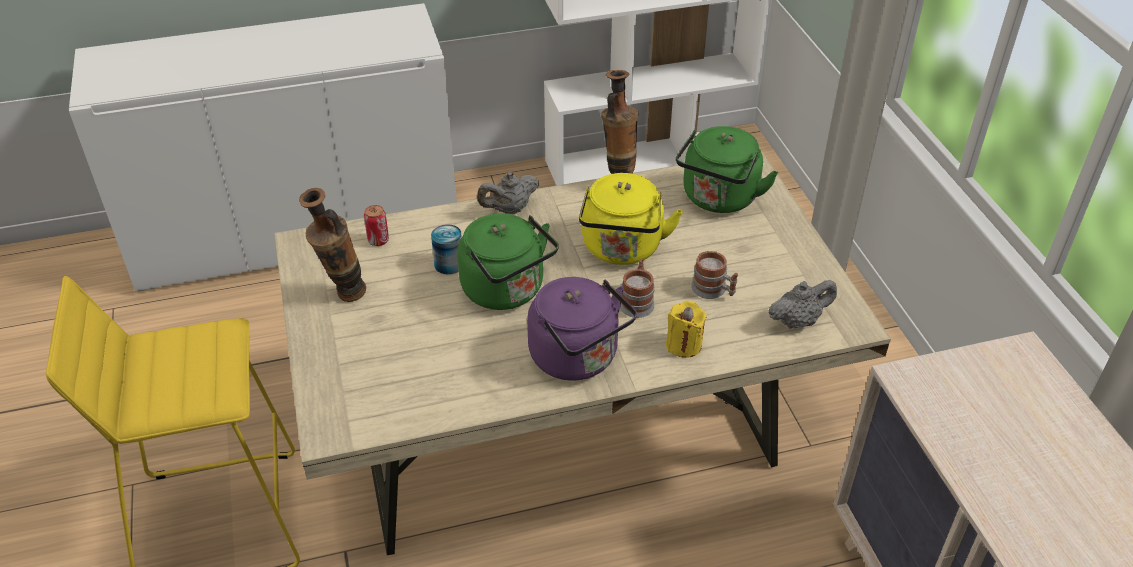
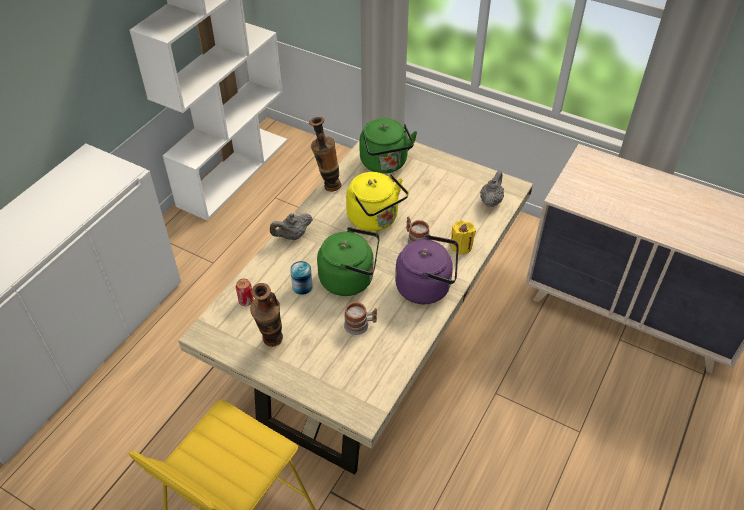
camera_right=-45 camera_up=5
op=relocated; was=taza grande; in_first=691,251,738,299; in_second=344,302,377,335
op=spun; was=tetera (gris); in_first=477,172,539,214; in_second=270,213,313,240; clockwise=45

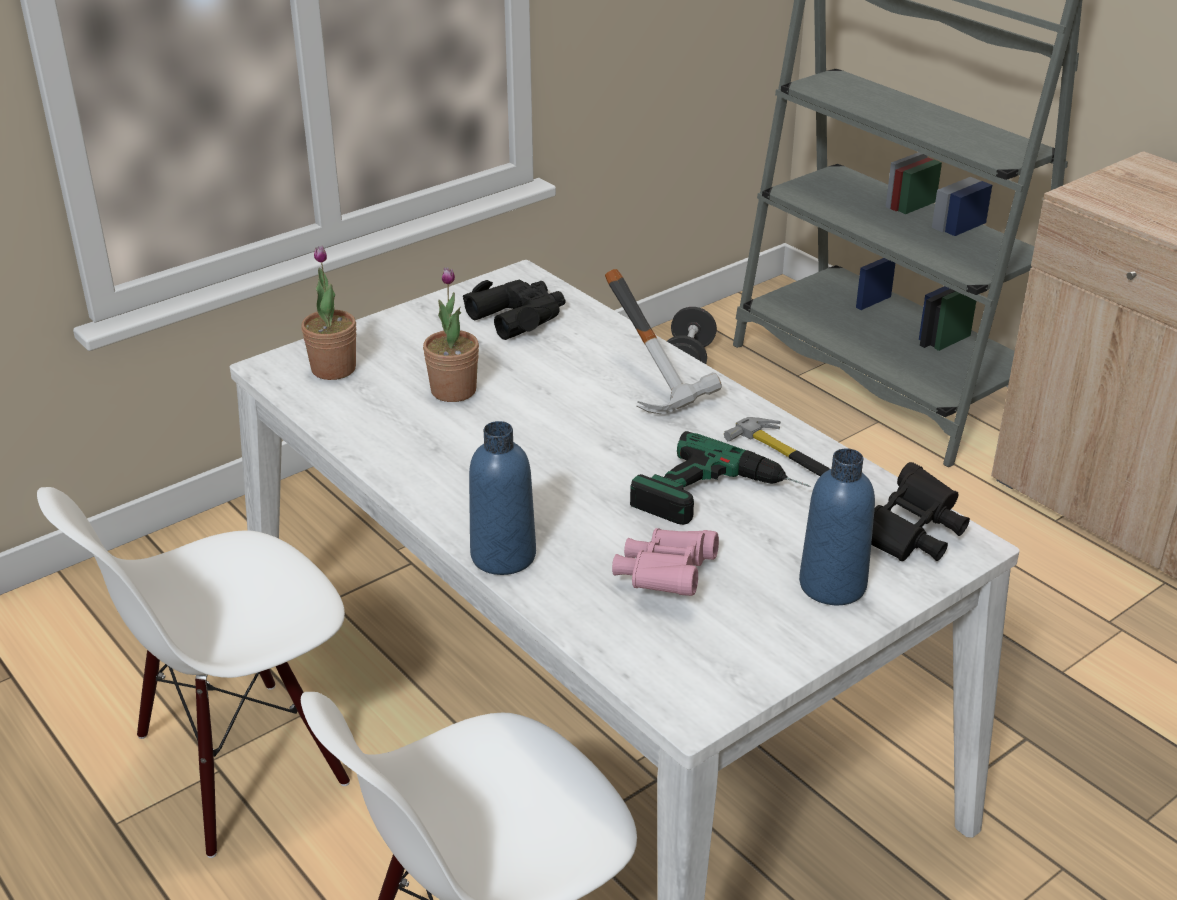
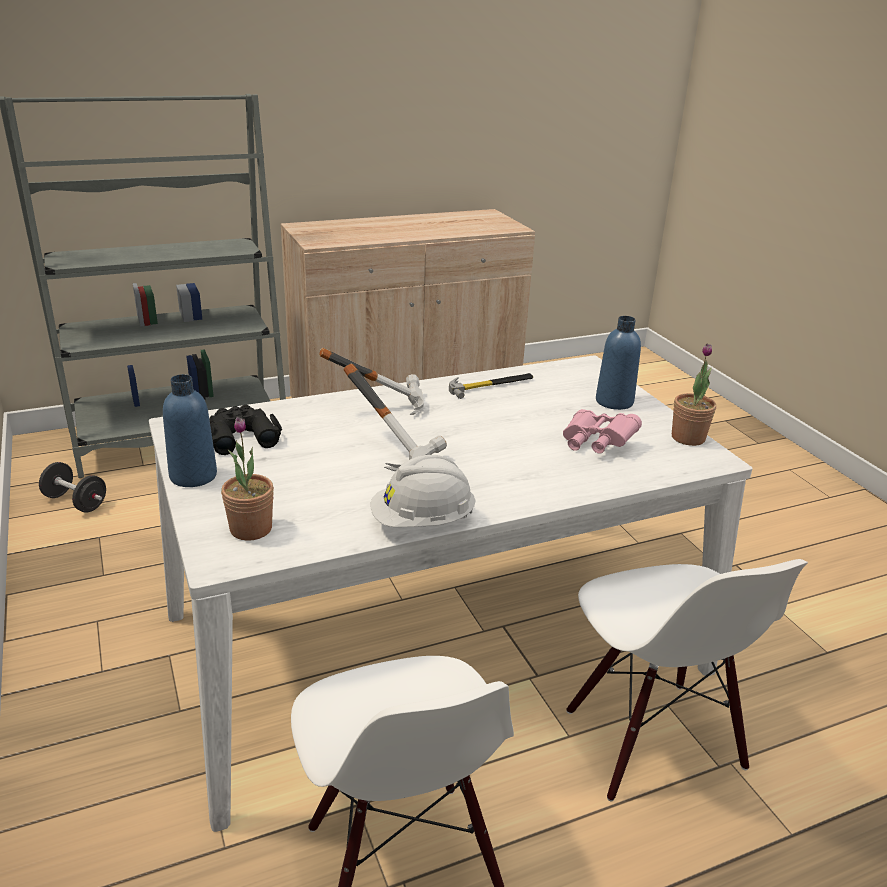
camera_right=-75 camera_up=-5
op=missing; was=taladro; in_first=630,431,810,525
op=missing; was=prismáticos (negro); in_first=871,462,970,561
op=appeared; now=martillo; in_second=343,364,447,471
op=appeared; now=casco (blanco); in_second=371,455,476,527
op=relocated; was=planta en maceta; in_first=423,267,479,402; in_second=672,344,716,446
op=relocated; was=botella (azul); in_first=469,421,536,575; in_second=163,374,217,487

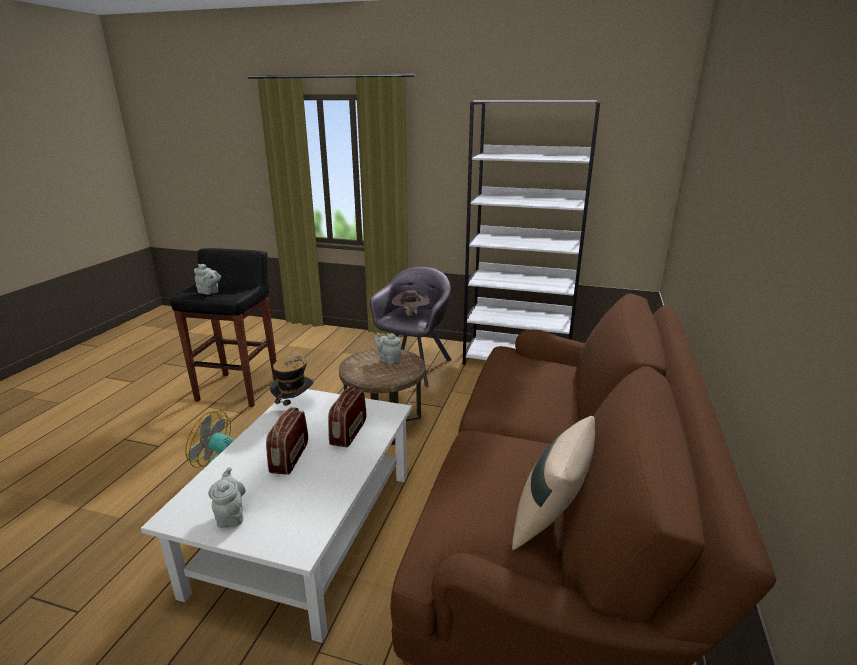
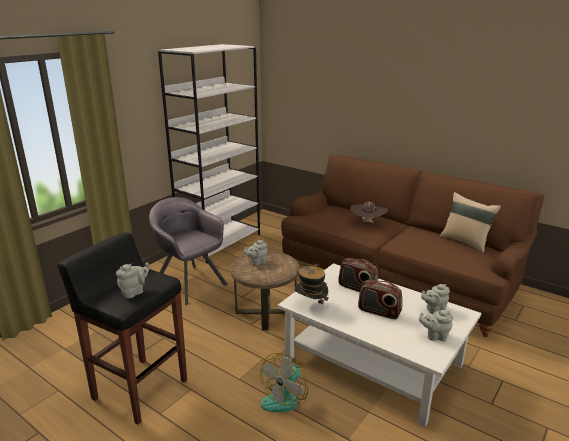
camera_right=-70 camera_up=0
op=appeared; now=tetera (gris); in_second=421,284,450,314
op=relocated; was=sombrero (marrón); in_first=392,290,430,316; in_second=351,202,388,223

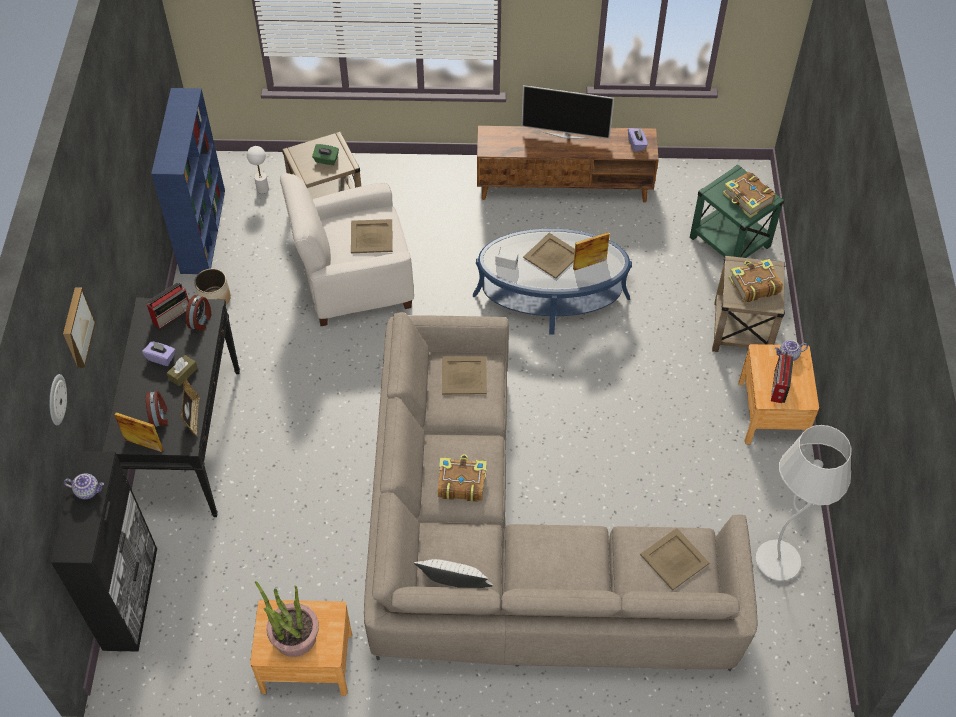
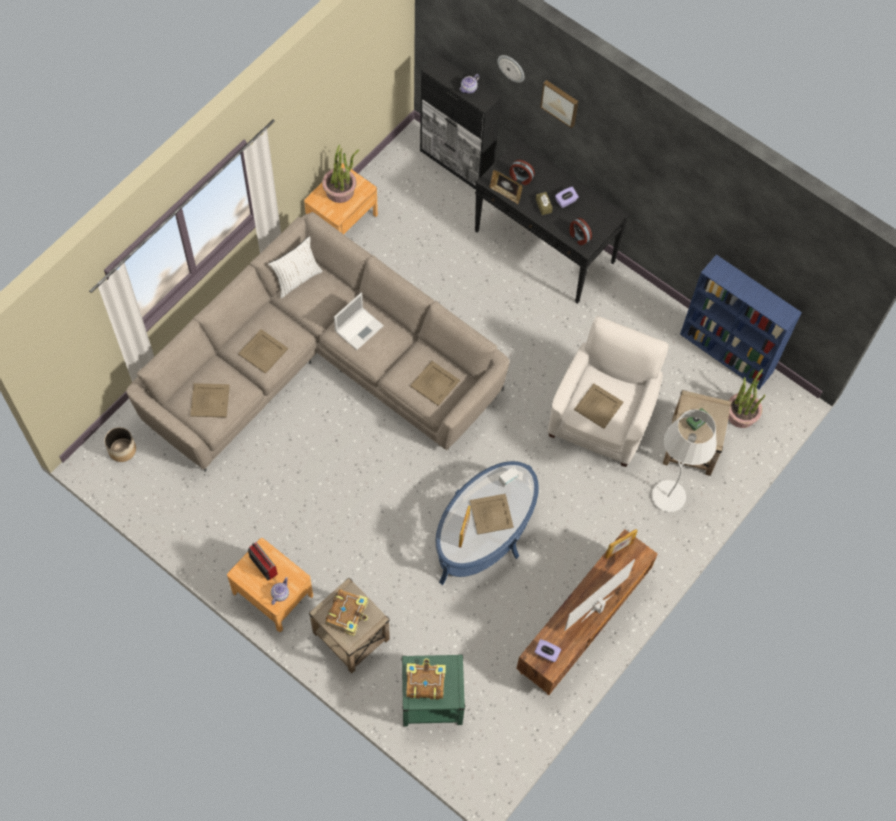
camera_right=125 camera_up=10
op=missing; was=radio; in_first=146,283,189,329
op=appeared; now=bandeja (beis); in_second=238,329,288,374
op=relocated; was=portarretratos; in_first=115,412,163,452; in_second=605,529,637,559
op=relocated; was=maceta; in_first=194,268,231,305; in_second=104,427,136,462
op=relocated; was=lámpara de pie (blanco); in_first=756,425,851,581; in_second=652,409,717,512
op=exchanged; was=lámpara de mesa (blanco); now=planta en maceta; in_first=247,146,269,194; in_second=728,369,765,428
op=exchanged; was=libro; now=portátil; in_first=438,454,487,502; in_second=334,293,384,350

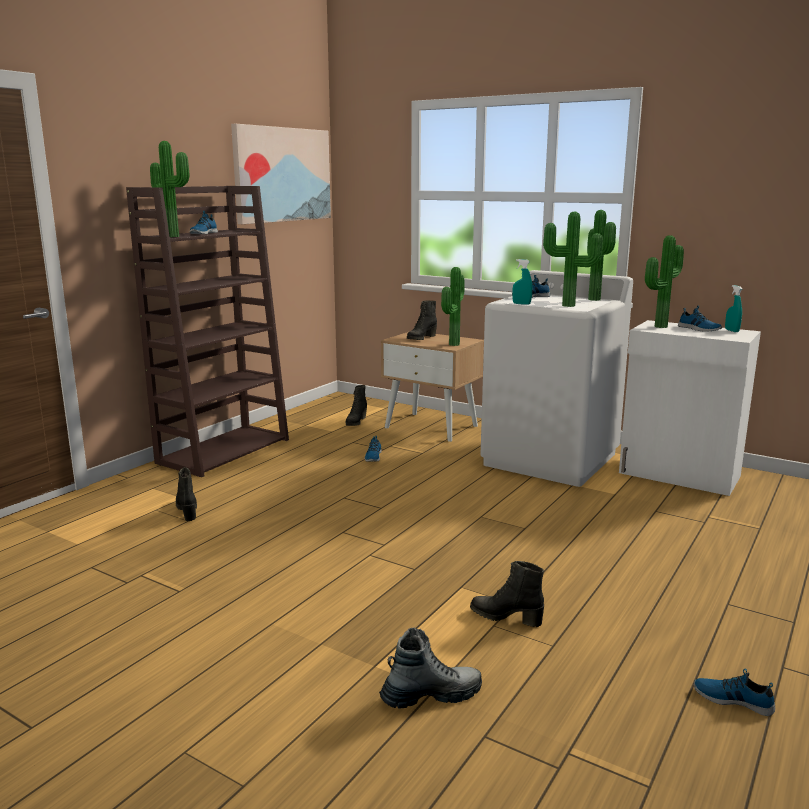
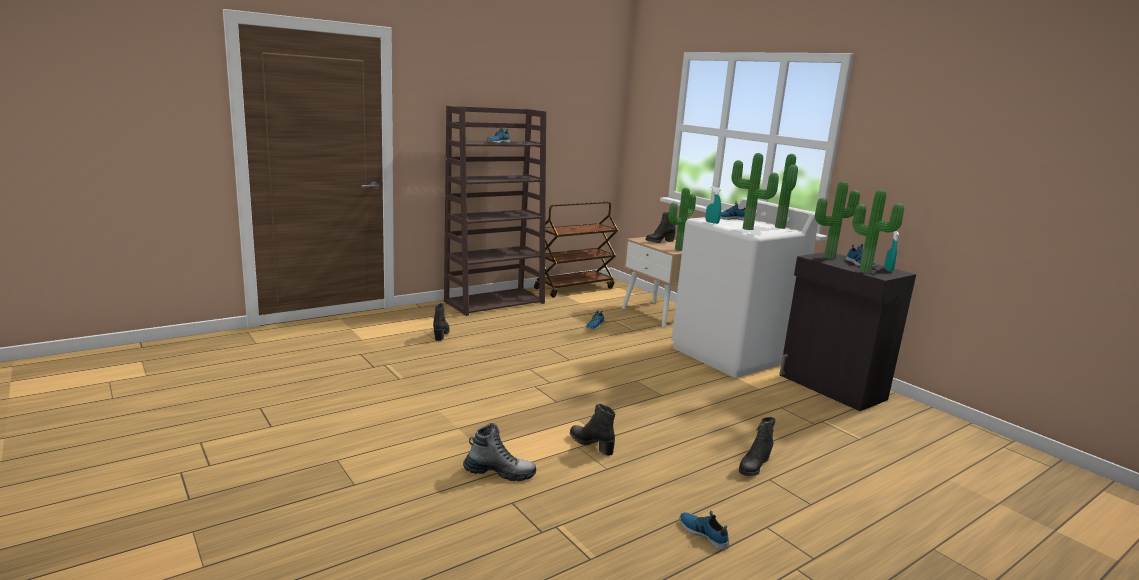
camera_right=20 camera_up=0
op=missing; was=cuadro; in_first=231,124,331,224
op=appeared; now=carrito (marrón); in_second=534,202,618,297
op=relocated; was=planta en maceta; in_first=150,141,190,237; in_second=852,190,904,273
op=relocated; was=bota (negro); in_first=346,385,367,426; in_second=739,417,776,476
op=colour; was=armario (blanco); now=armario (negro); in_first=619,320,761,496; in_second=779,252,916,411

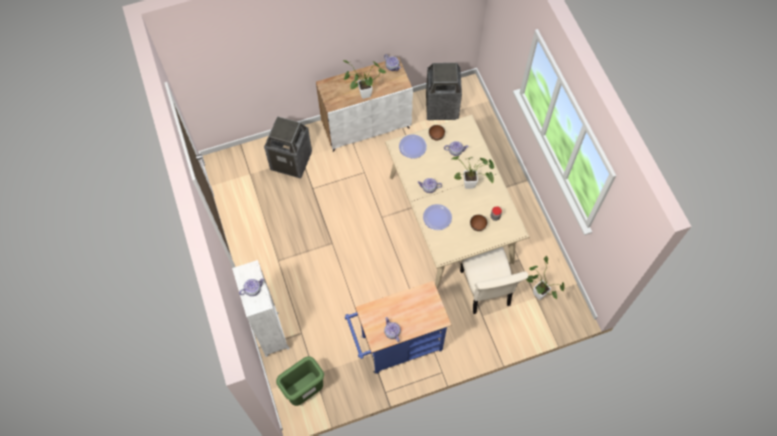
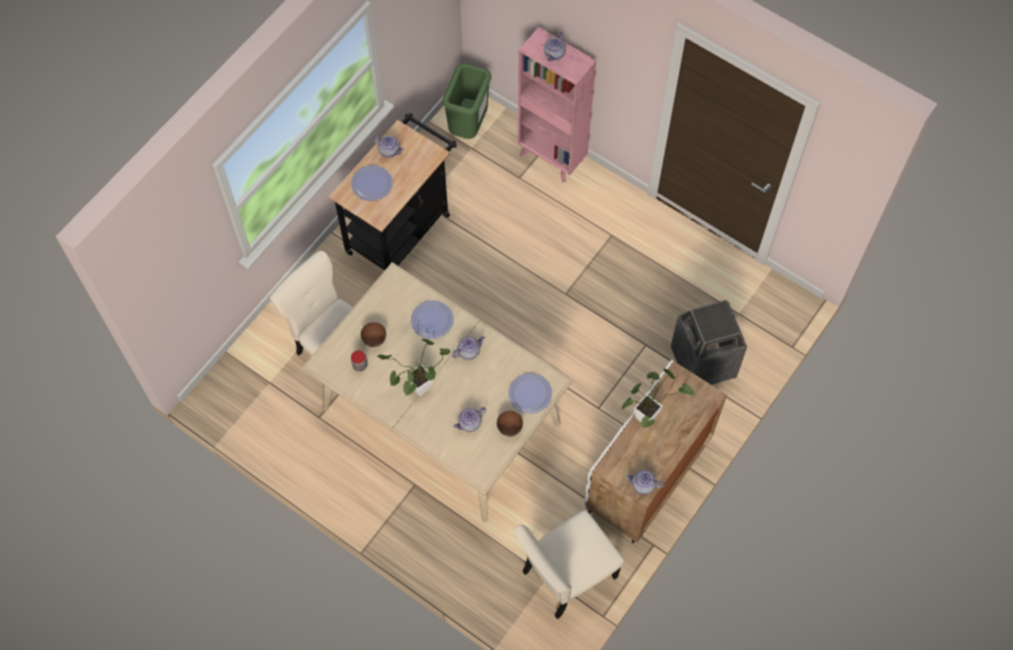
camera_right=145 camera_up=0
op=missing; was=planta en maceta; in_first=526,256,565,300
op=appeared; now=plato; in_second=351,165,393,201
op=exchanged; was=papelera; now=silla (beis); in_first=426,63,462,120; in_second=514,509,624,619
op=colour; was=estantería (blanco); now=estantería (rosa); in_first=232,260,290,357; in_second=517,27,596,182
op=colour; was=carrito (azul); now=carrito (negro); in_first=345,281,451,374; in_second=329,113,457,270

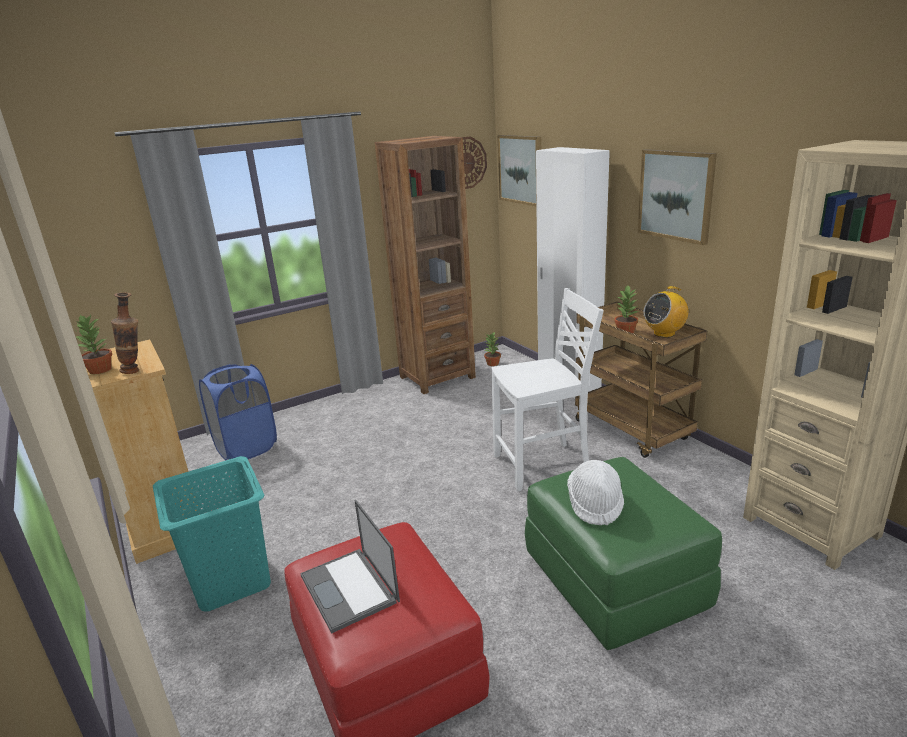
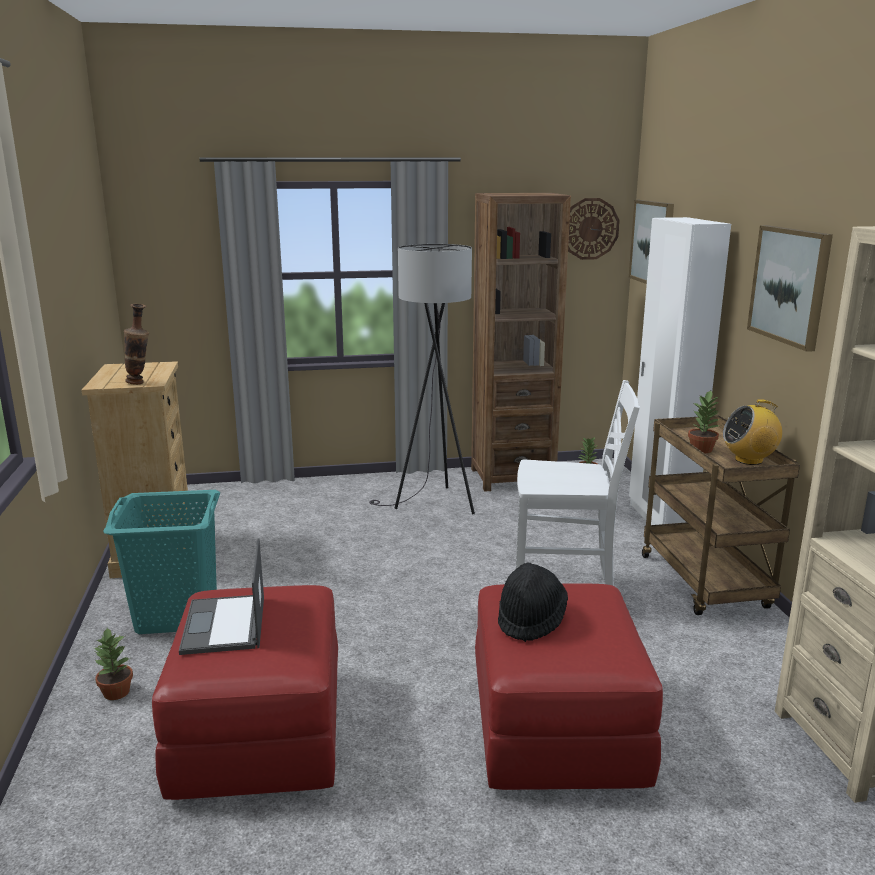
camera_right=20 camera_up=-5
op=missing; was=cesto de la ropa (azul); in_first=199,364,277,461
op=appeared; now=lámpara de pie (gris); in_second=369,244,475,515
op=relocated; was=planta en maceta; in_first=75,315,112,374; in_second=94,628,133,700
op=colour; was=puf (verde); now=puf (rojo); in_first=525,457,722,650; in_second=475,583,663,790
op=colour; was=sombrero (blanco); now=sombrero (negro); in_first=567,460,624,525; in_second=498,562,568,642

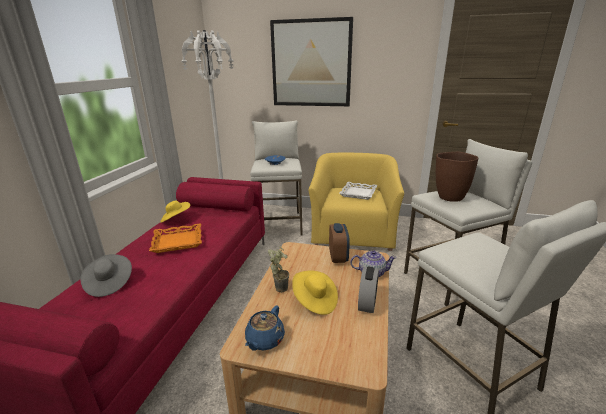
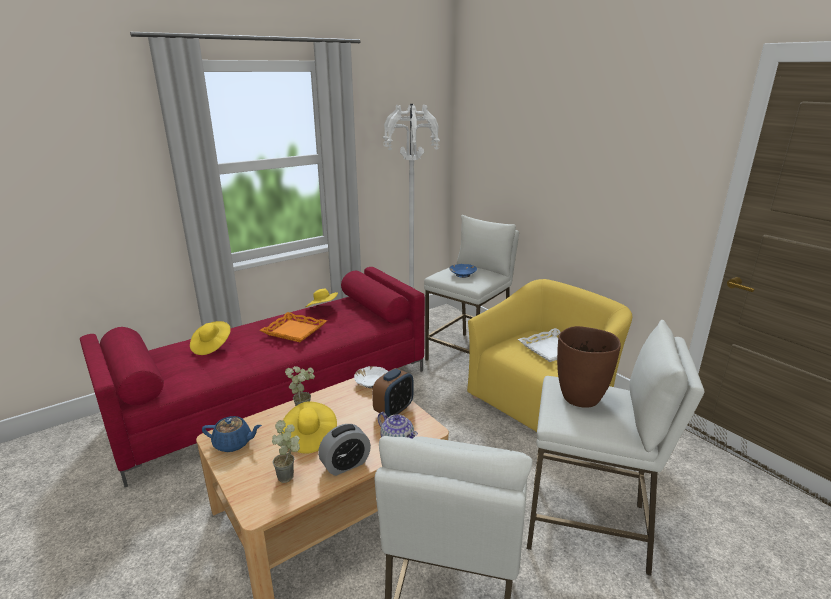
camera_right=40 camera_up=0
op=missing; was=cuadro; in_first=270,17,353,106
op=appeared; now=planta en maceta; in_second=272,420,300,483
op=appeared; now=cuenco (blanco); in_second=354,366,388,388
op=colour; was=sombrero (gris); now=sombrero (amarillo); in_first=80,254,132,297; in_second=190,321,231,355
op=spun; was=tetera (azul); in_first=245,306,285,351; in_second=202,416,262,452; clockwise=-150

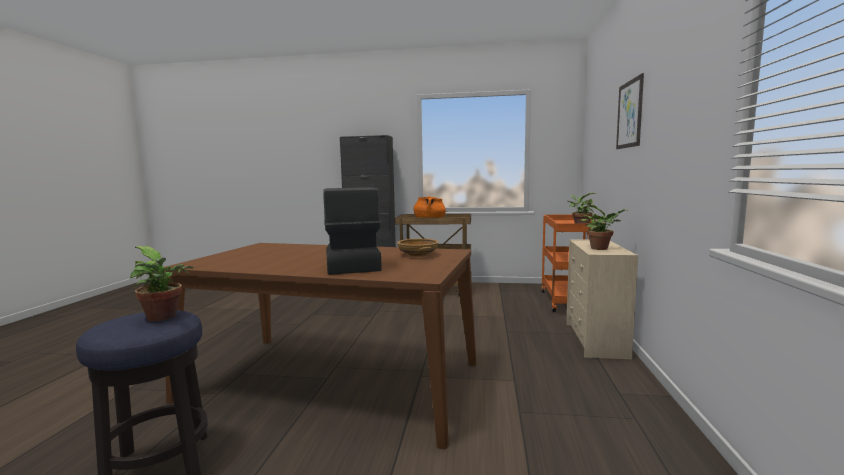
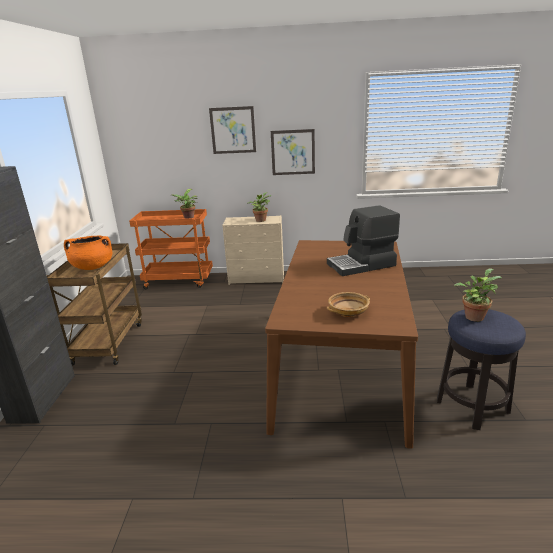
camera_right=-95 camera_up=15
op=appeared; now=cuadro; in_second=271,129,315,175
op=relocated; was=cuenco (beis); in_first=397,239,438,257; in_second=327,292,370,317

